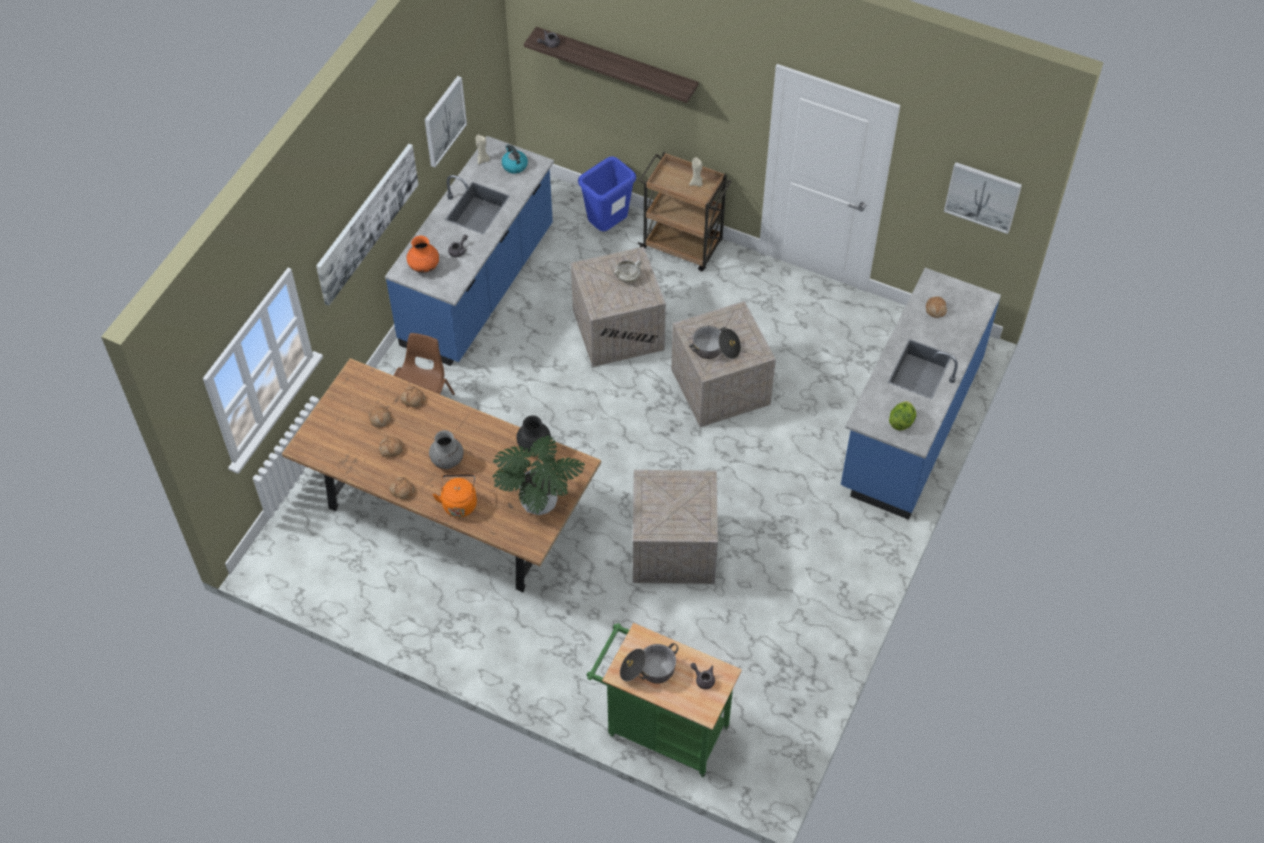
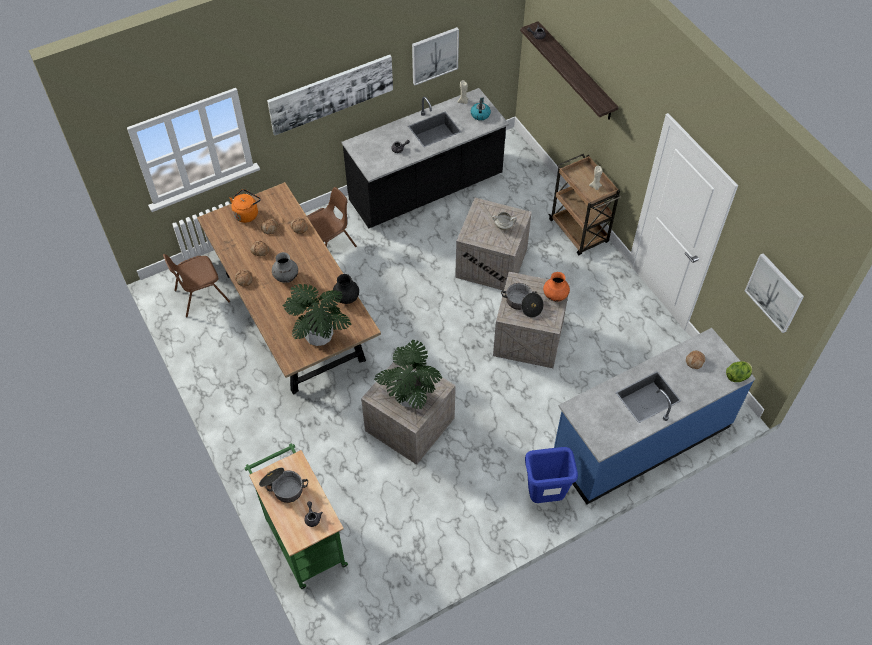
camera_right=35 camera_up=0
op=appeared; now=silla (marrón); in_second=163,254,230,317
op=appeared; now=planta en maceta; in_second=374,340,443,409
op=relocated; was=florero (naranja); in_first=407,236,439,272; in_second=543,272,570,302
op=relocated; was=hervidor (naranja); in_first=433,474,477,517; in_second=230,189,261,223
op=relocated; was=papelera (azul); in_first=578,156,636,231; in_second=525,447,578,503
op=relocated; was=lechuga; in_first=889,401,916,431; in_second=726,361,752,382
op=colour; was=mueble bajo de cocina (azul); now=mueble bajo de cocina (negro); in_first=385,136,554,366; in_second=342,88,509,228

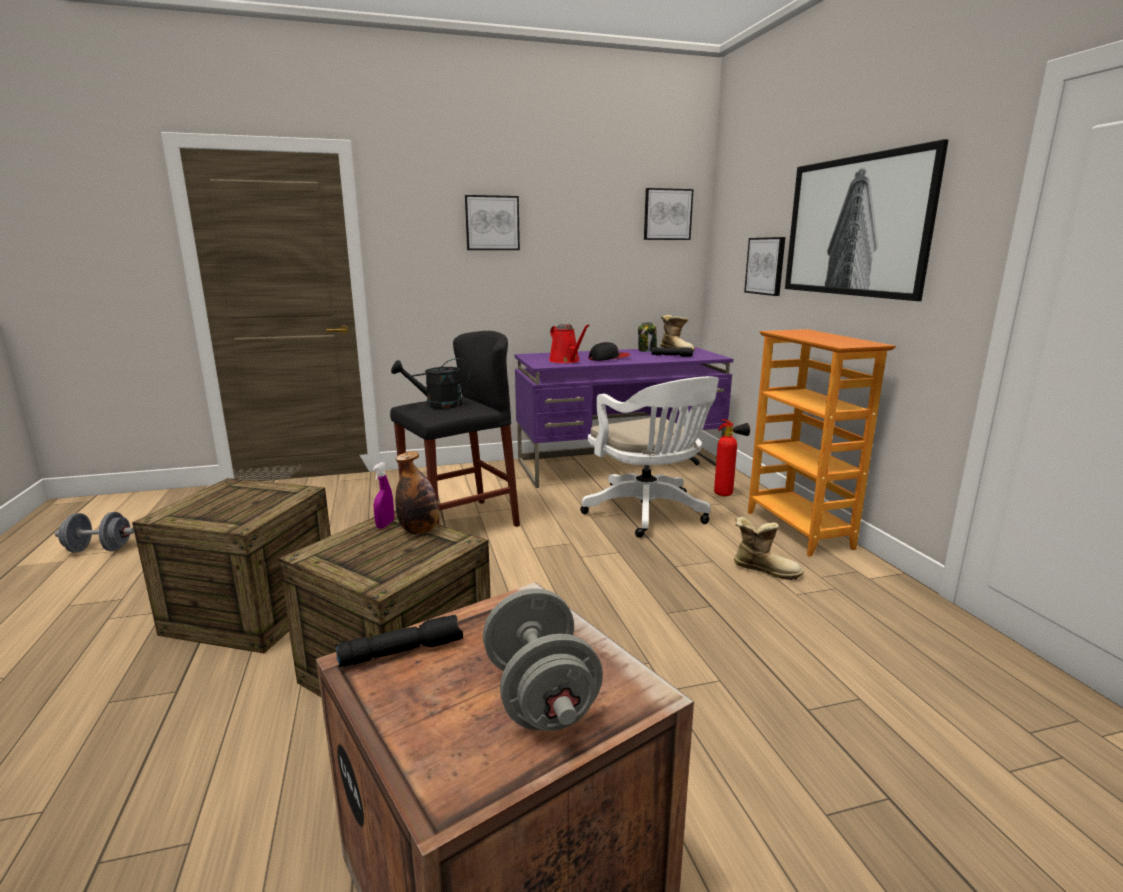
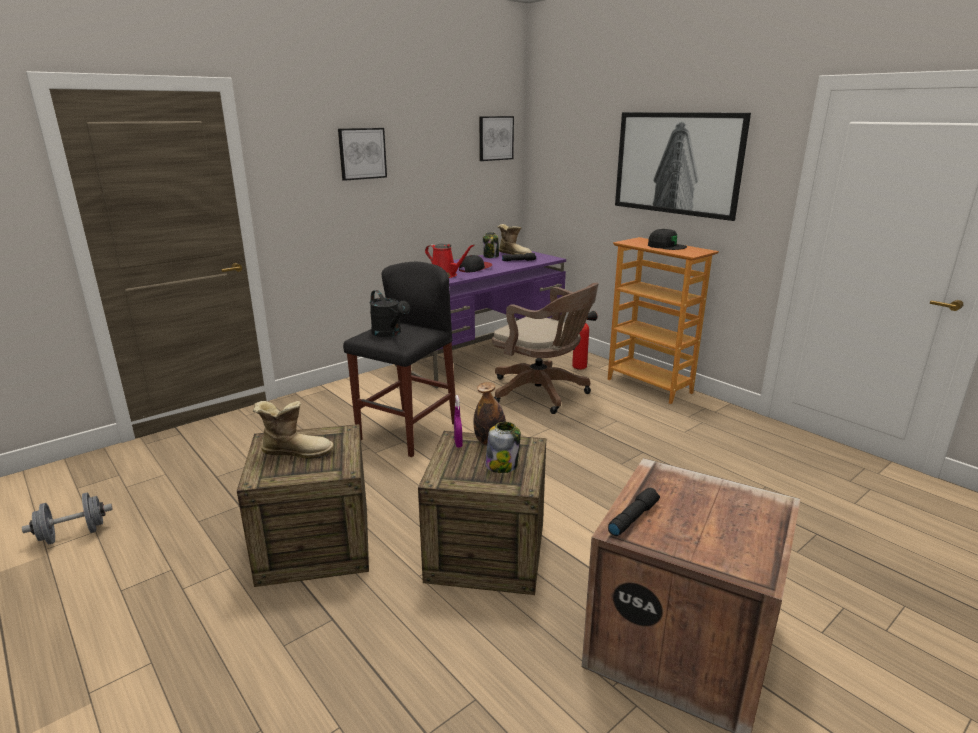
camera_right=-25 camera_up=5
op=missing; was=mancuerna (gris); in_first=483,588,603,731
op=missing; was=cuadro; in_first=744,237,785,296
op=appeared; now=tarro; in_second=485,422,521,473
op=appeared; now=gorra (negro); in_second=648,229,687,250
op=relocated; was=bota; in_first=734,517,804,580; in_second=253,401,334,459
op=colour; was=silla de oficina (blanco); now=silla de oficina (marrón); in_first=580,376,719,538; in_second=492,283,599,414
op=spun; was=regadera (negro); in_first=391,358,470,409; in_second=369,290,410,337; clockwise=-90

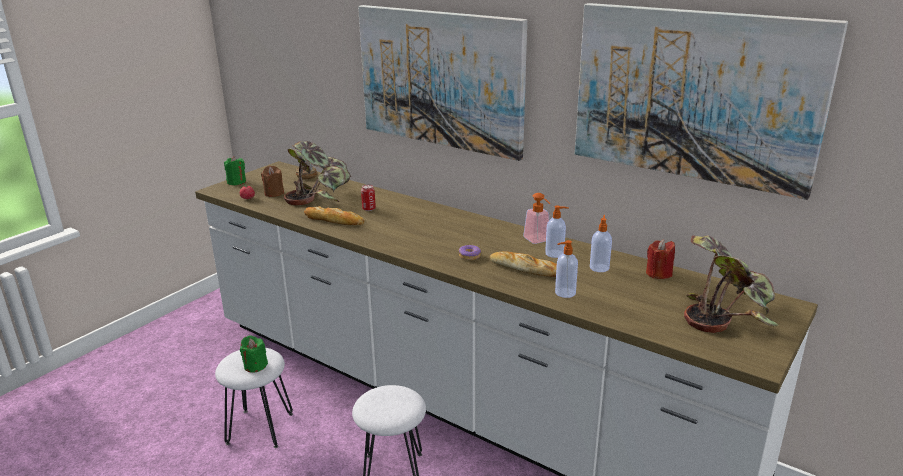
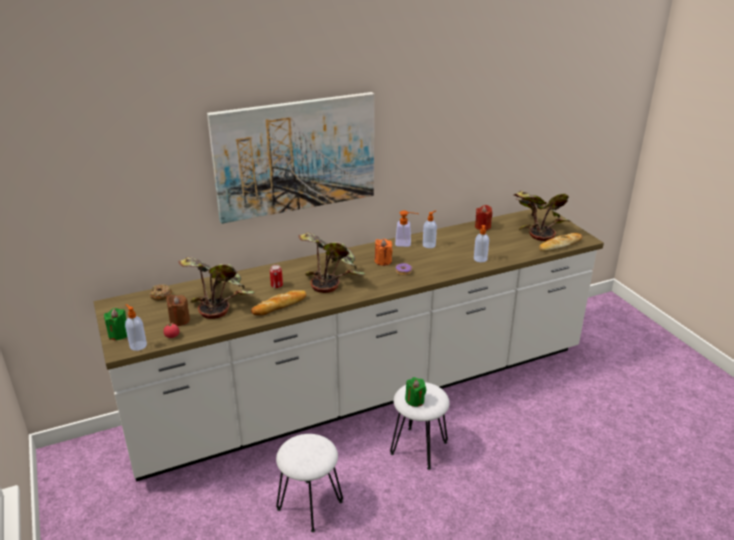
camera_right=-60 camera_up=5
op=missing; was=cuadro; in_first=575,3,848,200
op=appeared; now=planta en maceta; in_second=298,232,366,293
op=appeared; now=vela (naranja); in_second=375,239,393,266
op=relocated; was=vela (verde); in_first=240,335,268,373; in_second=405,377,426,407
op=relocated; was=pan; in_first=490,252,557,277; in_second=539,233,582,252
op=relocated; was=dispensador de jabón; in_first=590,215,612,272; in_second=125,304,147,351

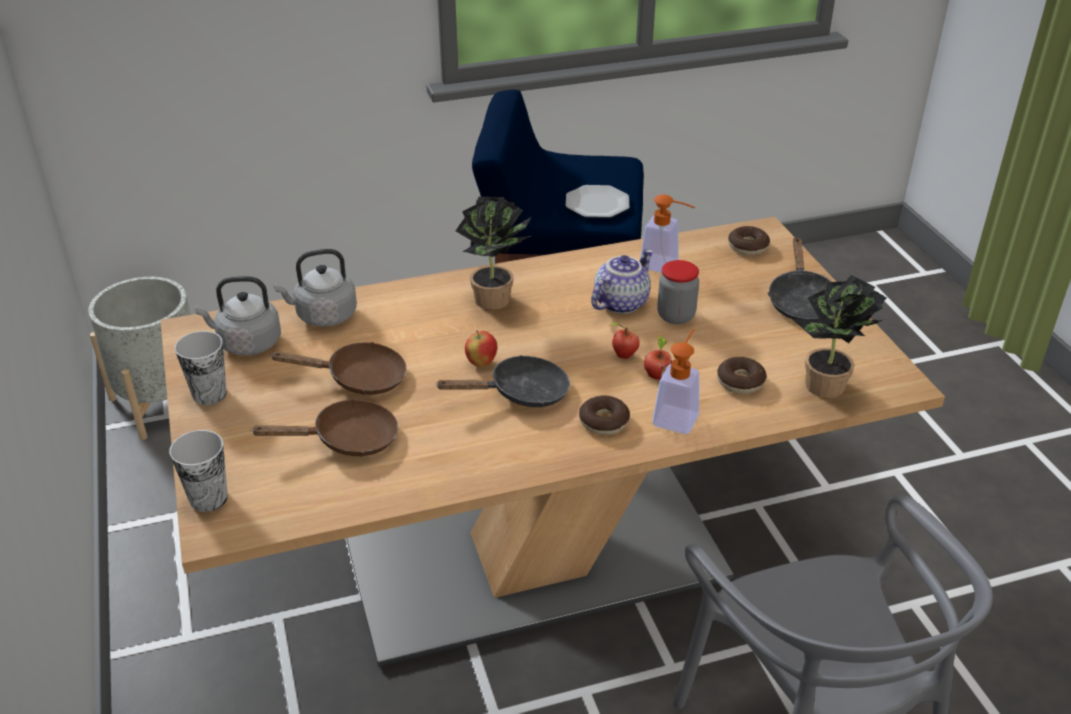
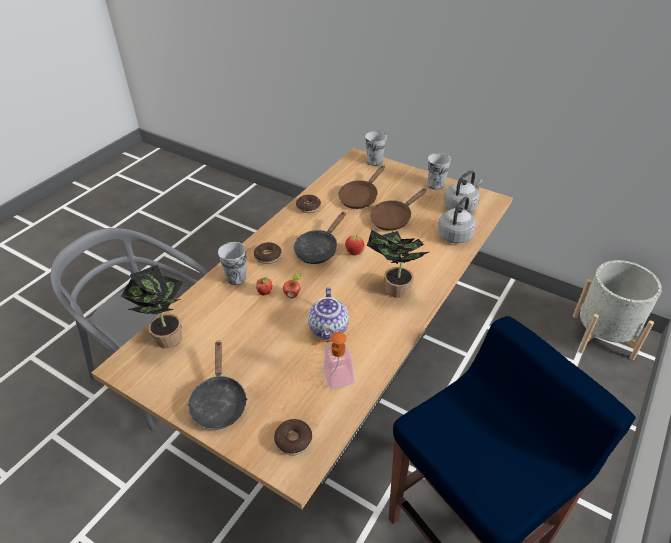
camera_right=140 camera_up=5
op=missing; was=plato; in_first=566,185,629,218
op=missing; was=tarro; in_first=657,260,699,324
op=relocated; was=rosquilla; in_first=717,357,767,394; in_second=296,195,321,213
op=exchanged; was=dispensador de jabón; now=taza; in_first=652,329,699,434; in_second=218,242,247,285
op=spun; was=sartén (negro); in_first=768,237,832,320; in_second=187,340,247,430; clockwise=-150

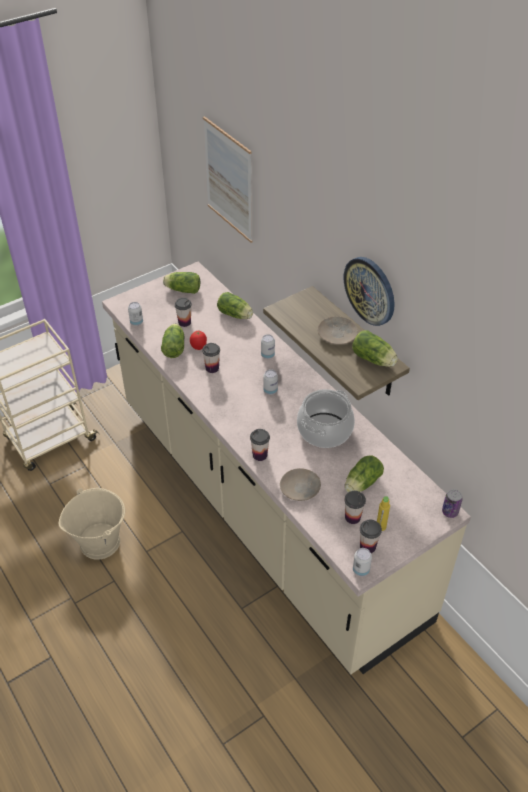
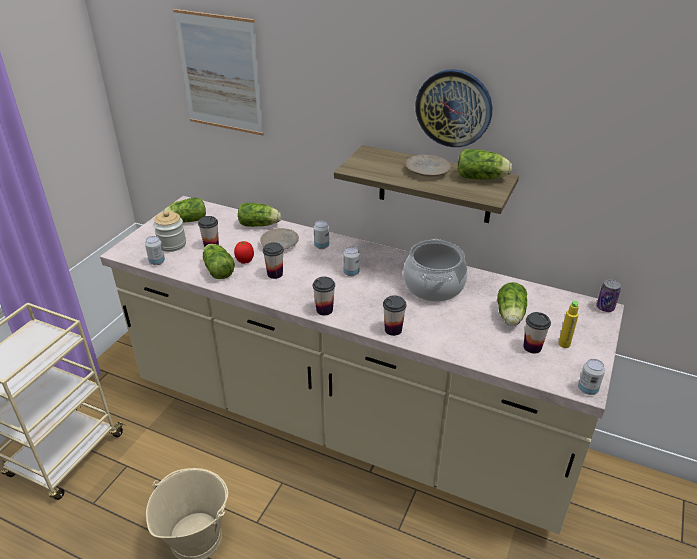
camera_right=-30 camera_up=-10
op=appeared; now=tarro; in_second=153,211,186,252
op=relocated; was=plato (beis); in_first=280,468,321,501; in_second=260,228,299,249
op=relocated; was=taza; in_first=360,520,382,553; in_second=313,277,335,316

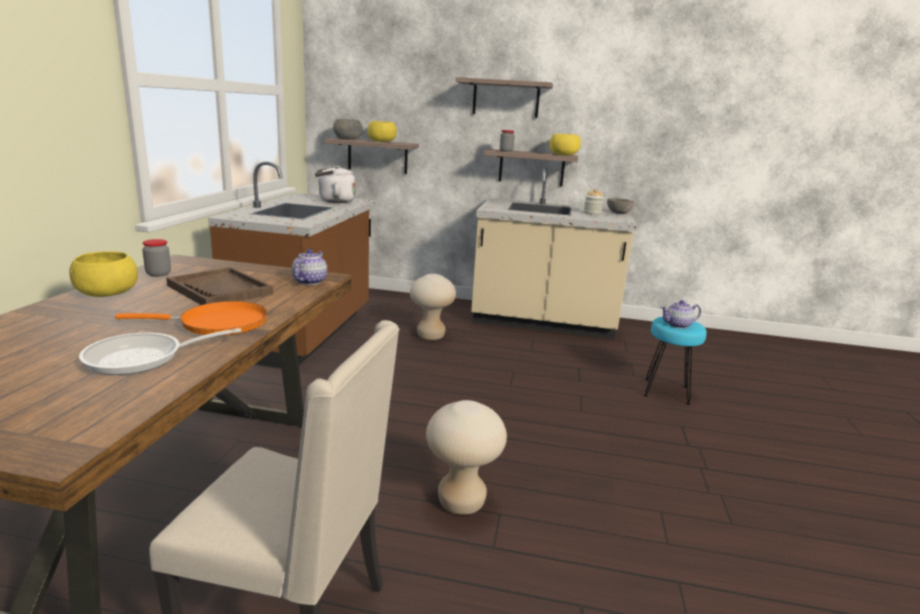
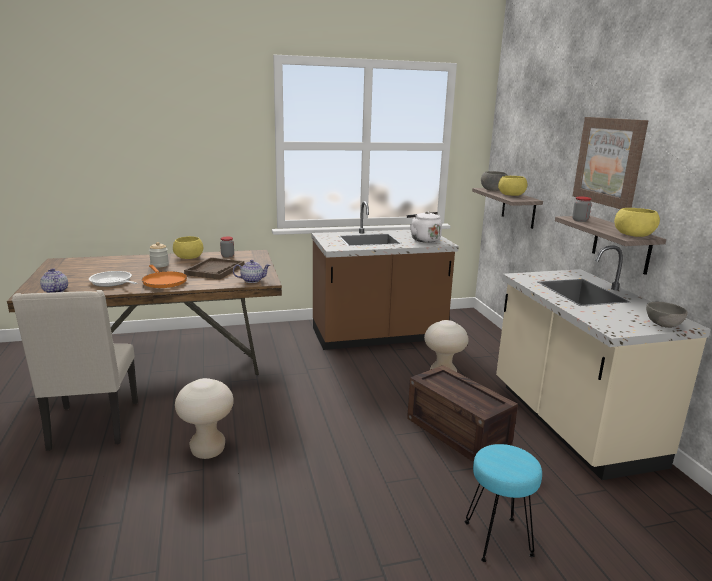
camera_right=65 camera_up=0
op=appeared; now=caja de embalaje; in_second=407,365,518,462
op=relocated; was=tarro; in_first=584,189,604,215; in_second=149,242,169,268
op=relocated; was=tetera; in_first=661,300,701,329; in_second=40,268,68,293
op=exchanged; was=estante; now=cuadro; in_first=456,77,553,118; in_second=573,117,648,209

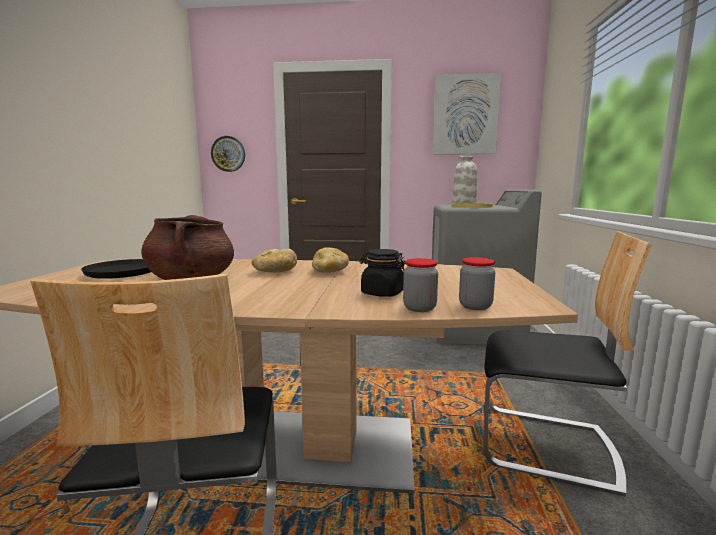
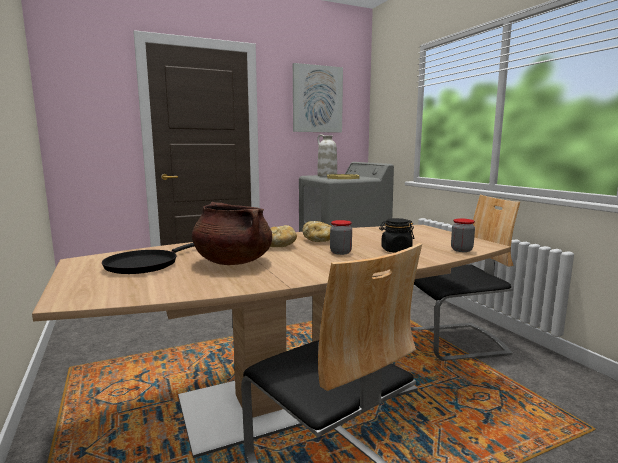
camera_right=-30 camera_up=0
op=missing; was=reloj de pared; in_first=211,136,245,172
op=relocated; was=tarro; in_first=403,258,438,312; in_second=330,220,352,255

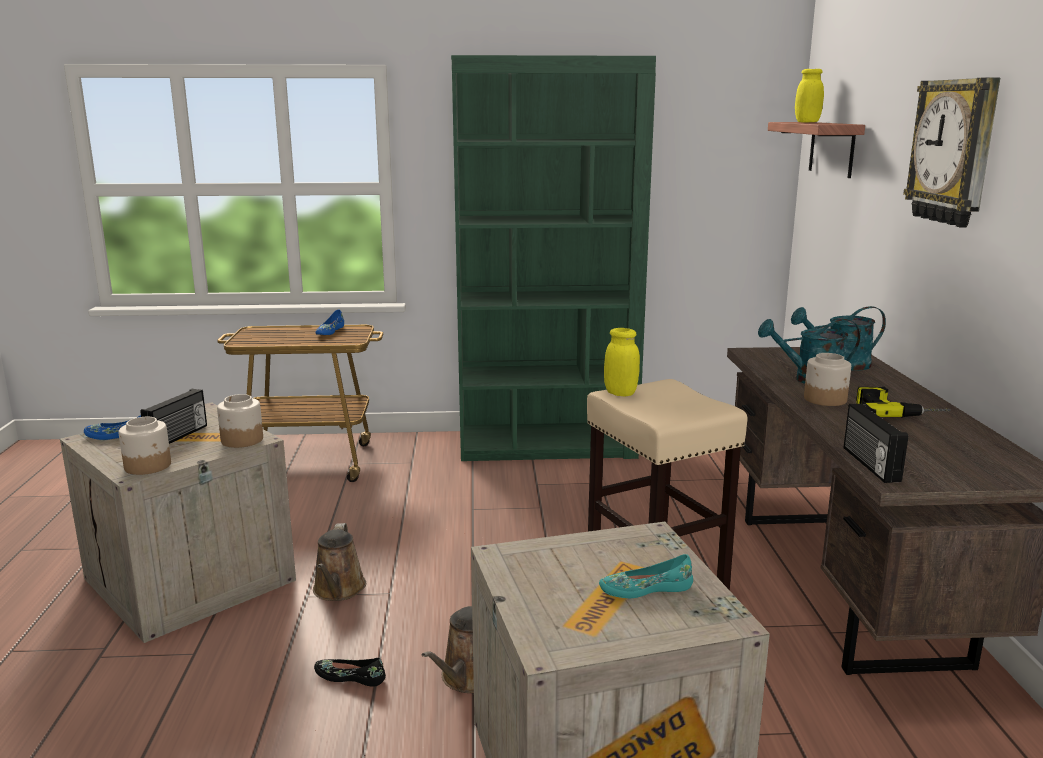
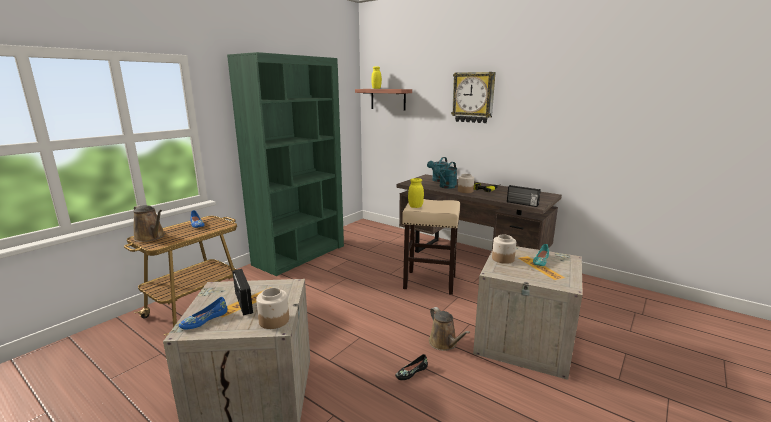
camera_right=-50 camera_up=0
op=relocated; was=tarro; in_first=217,394,263,448; in_second=492,235,516,264
op=relocated; was=regadera (marrón); in_first=313,523,366,601; in_second=133,205,165,242

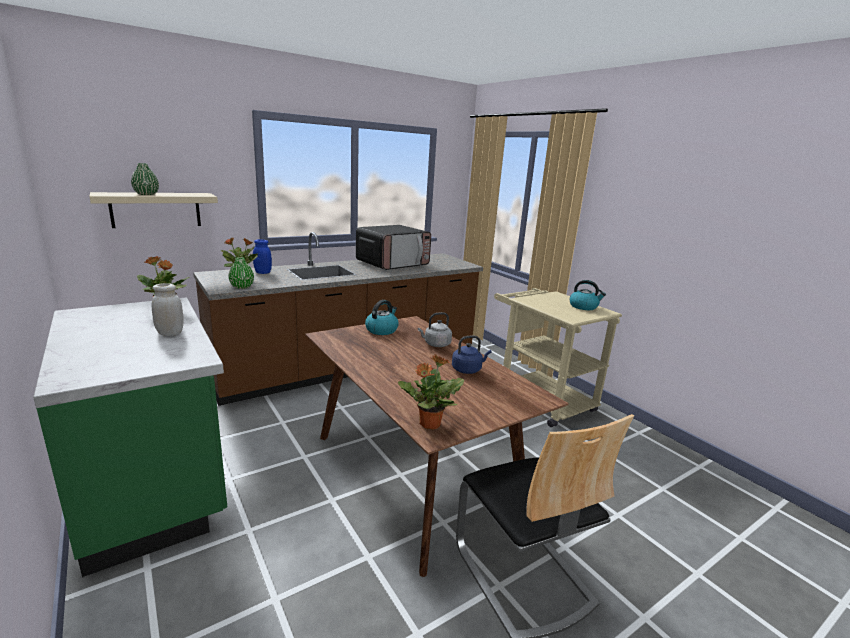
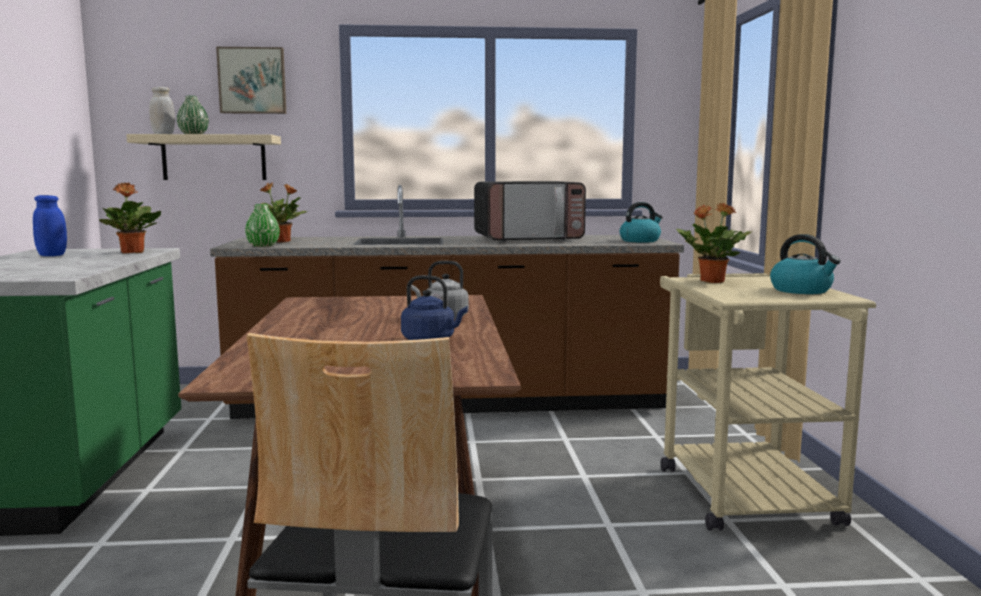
camera_right=30 camera_up=-10
op=appeared; now=cuadro; in_second=216,47,286,114
op=relocated; was=tarro (blanco); in_first=152,283,183,336; in_second=149,87,175,134
op=relocated; was=tarro (azul); in_first=253,239,272,274; in_second=33,195,67,256
op=relocated; was=hervidor; in_first=365,300,398,335; in_second=620,202,663,242
op=relocated; was=planta en maceta; in_first=398,355,464,430; in_second=676,203,752,283

